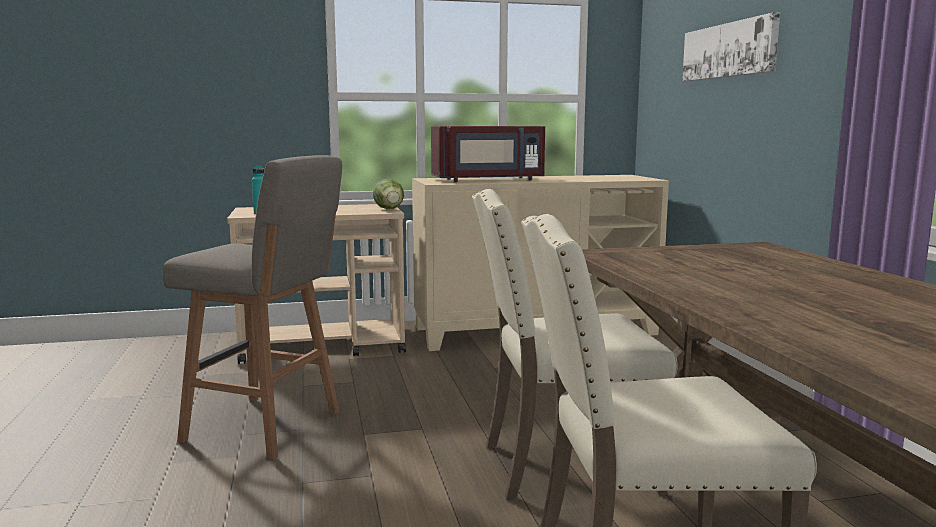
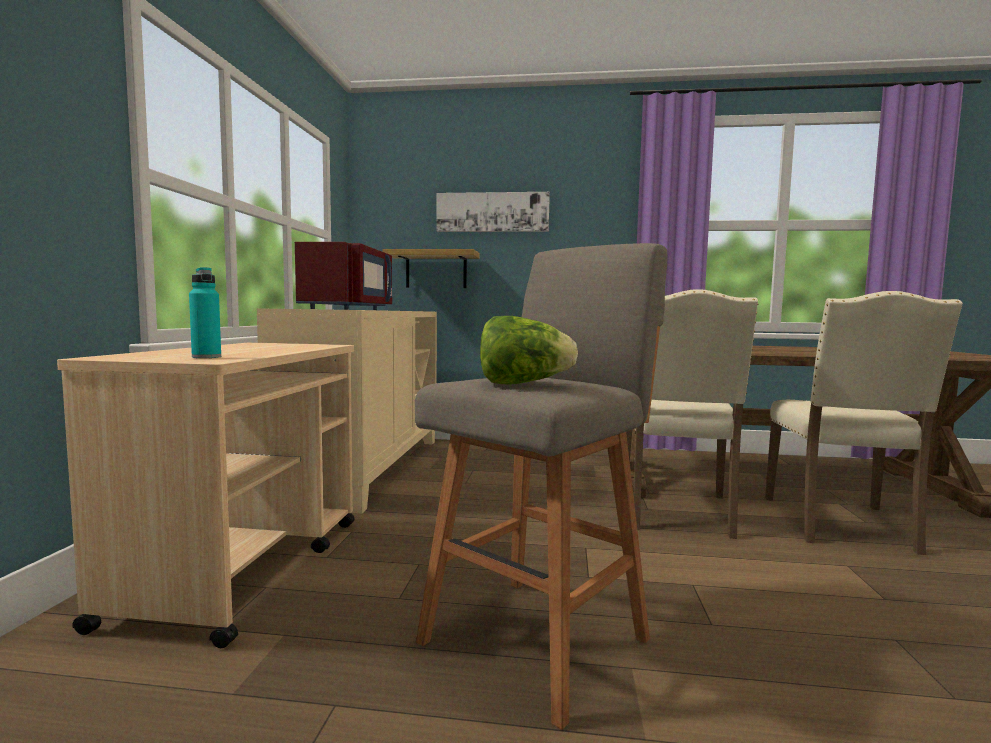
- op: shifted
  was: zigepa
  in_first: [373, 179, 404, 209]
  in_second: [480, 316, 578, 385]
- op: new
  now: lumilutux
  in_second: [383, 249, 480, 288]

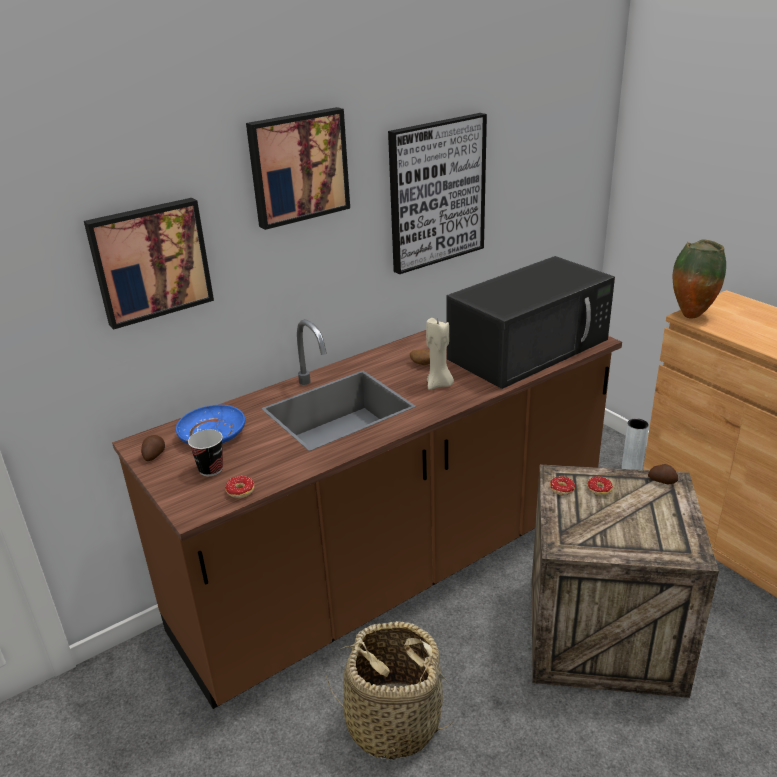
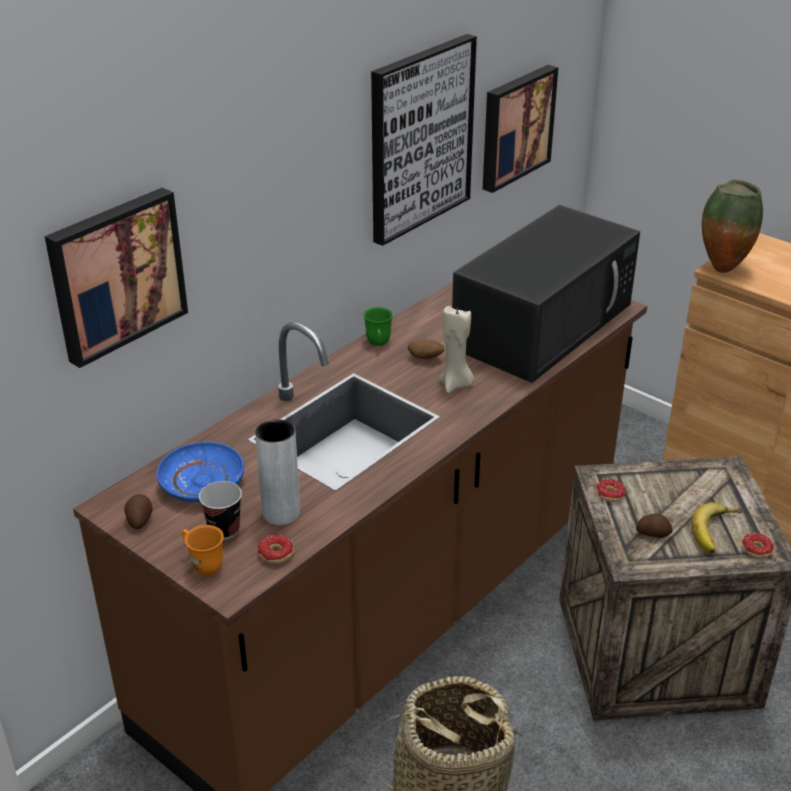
- op: shifted
  was: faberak
  in_first: [246, 107, 350, 230]
  in_second: [483, 65, 558, 193]
- op: shifted
  was: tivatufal
  in_first: [588, 476, 613, 496]
  in_second: [742, 533, 774, 558]
- op: shifted
  was: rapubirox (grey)
  in_first: [622, 418, 649, 470]
  in_second: [255, 419, 300, 525]
- op: shifted
  was: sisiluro
  in_first: [648, 464, 678, 484]
  in_second: [636, 513, 672, 538]
- op: new
  now: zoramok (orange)
  in_second: [182, 525, 224, 576]
- op: new
  now: zoramok (green)
  in_second: [363, 307, 393, 346]
- op: new
  now: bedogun
  in_second: [691, 502, 742, 553]

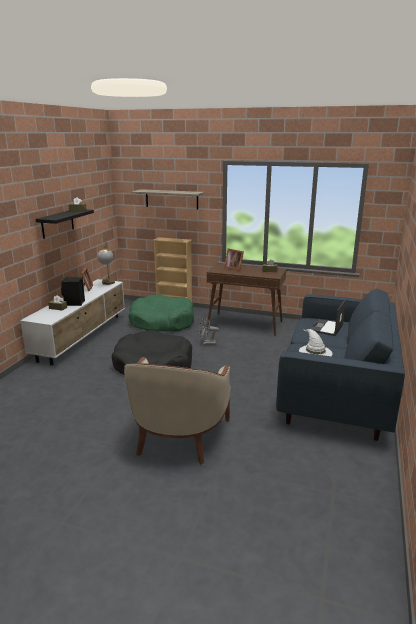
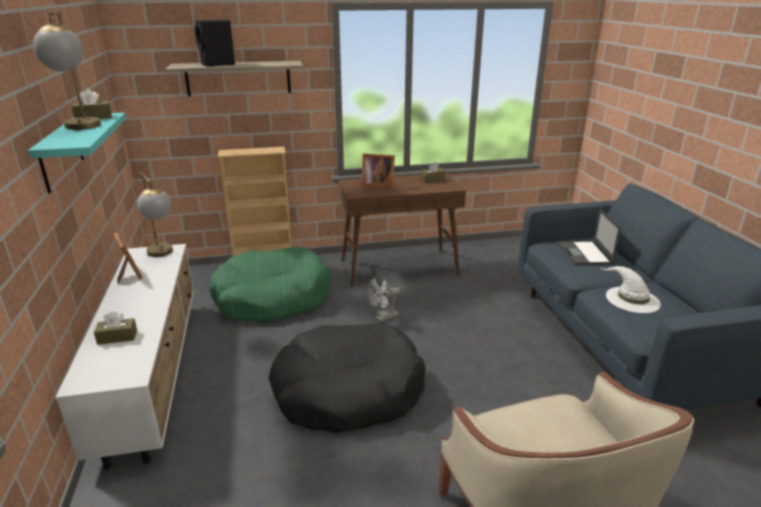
- op: repainted
  was: lumilutux (black)
  now: lumilutux (turquoise)
  in_first: [35, 209, 94, 239]
  in_second: [28, 113, 126, 194]
- op: shifted
  was: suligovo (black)
  in_first: [61, 277, 85, 306]
  in_second: [195, 19, 235, 67]
- op: new
  now: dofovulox
  in_second: [33, 10, 101, 130]

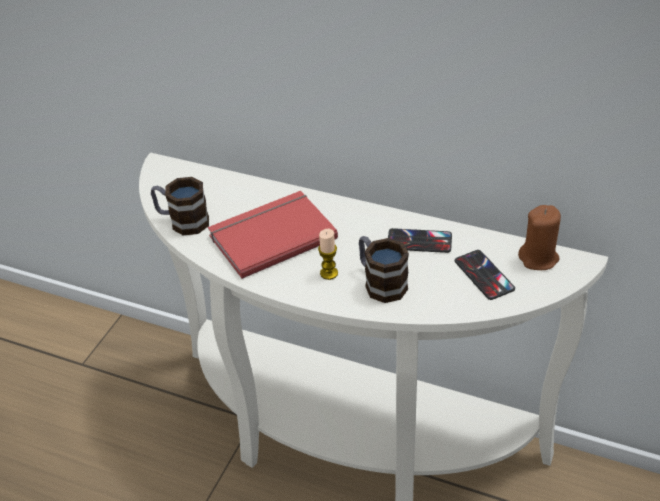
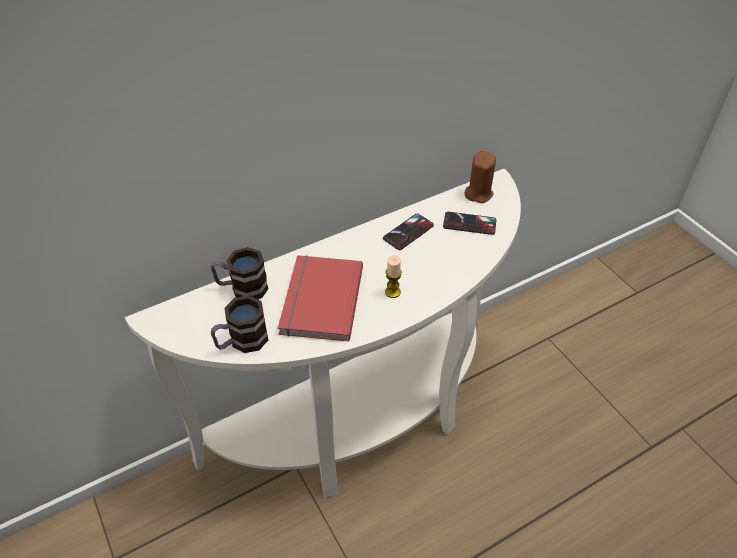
- op: shifted
  was: zoramok
  in_first: [359, 236, 409, 303]
  in_second: [211, 247, 269, 299]

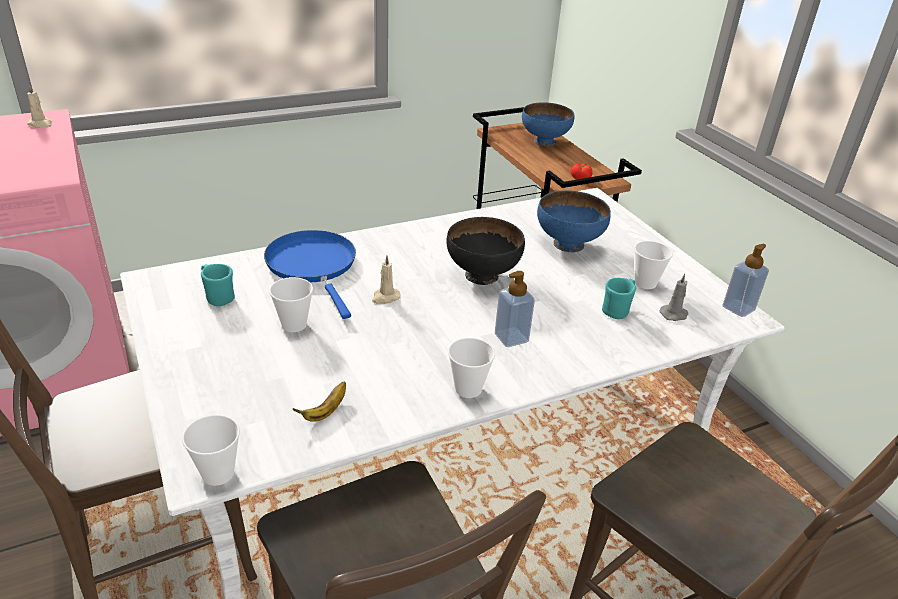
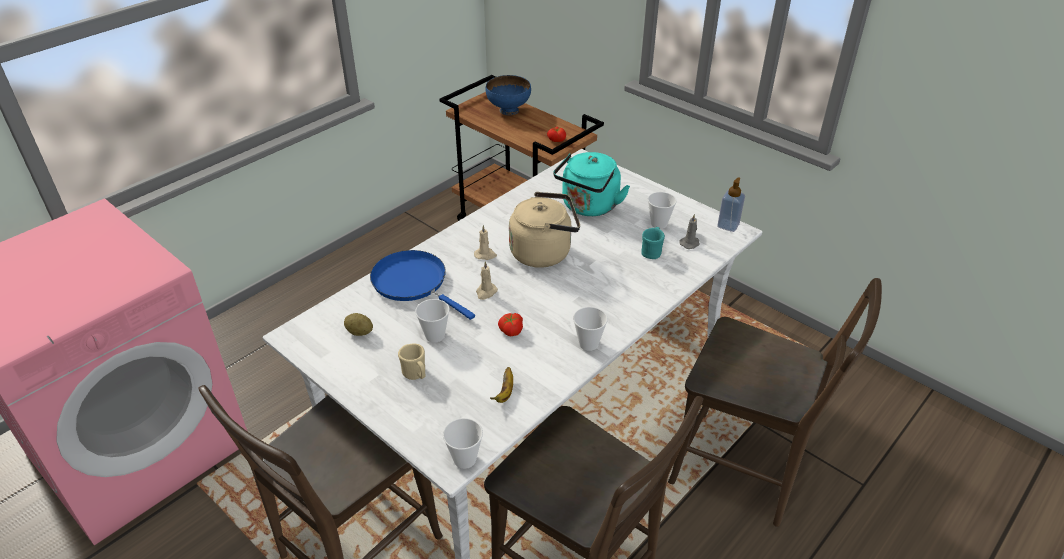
- op: shifted
  was: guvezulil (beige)
  in_first: [27, 84, 52, 128]
  in_second: [474, 225, 497, 260]
- op: swapped
  was: zoramok (turquoise)
  now: sisiluro
  in_first: [201, 264, 235, 306]
  in_second: [344, 313, 373, 336]
- op: swapped
  was: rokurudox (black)
  now: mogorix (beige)
  in_first: [446, 217, 525, 285]
  in_second: [509, 192, 580, 268]
- op: gone
  was: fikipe
  in_first: [495, 271, 535, 347]
- op: swapped
  was: rokurudox (blue)
  now: mogorix (turquoise)
  in_first: [537, 190, 611, 252]
  in_second: [553, 152, 630, 216]
- op: new
  now: zoramok (beige)
  in_second: [398, 344, 425, 380]
- op: new
  now: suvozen
  in_second: [498, 313, 523, 336]

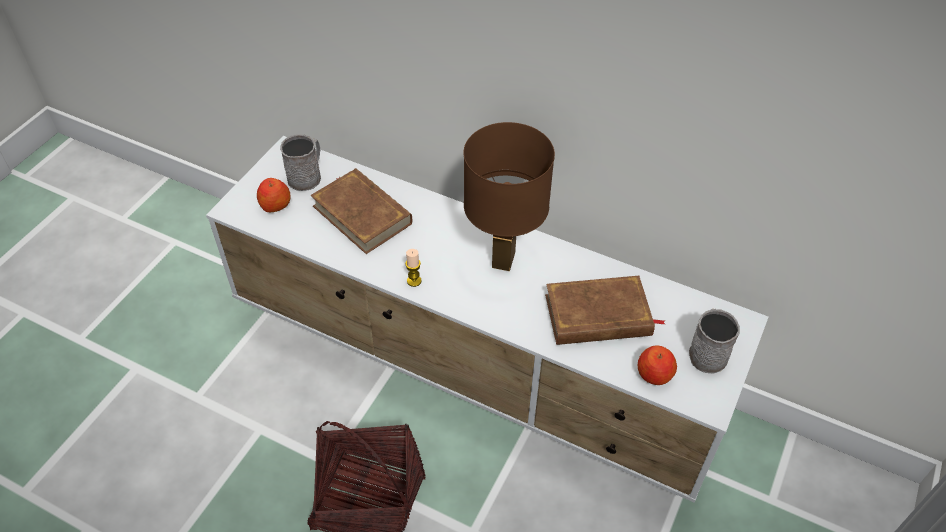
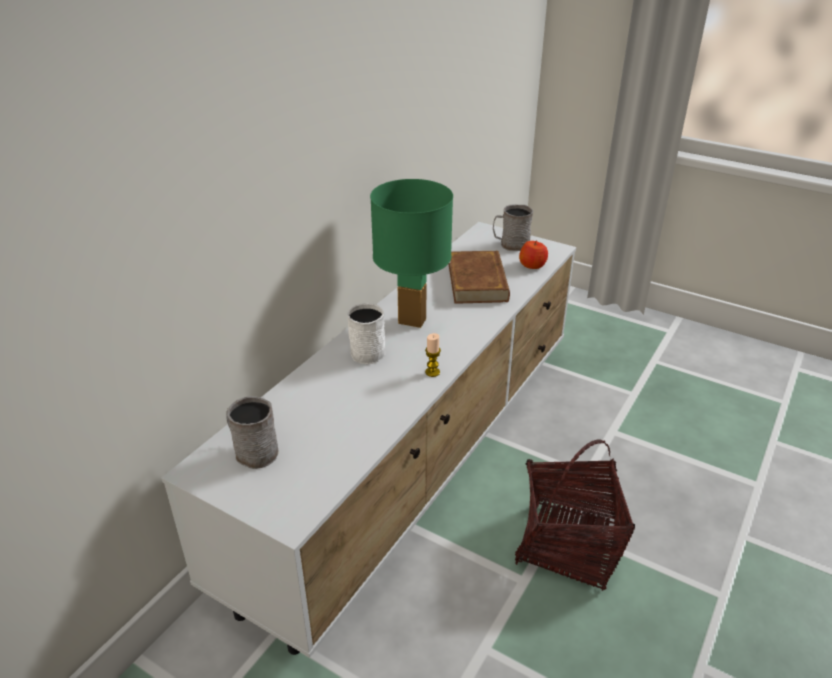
- op: gone
  was: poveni
  in_first: [257, 178, 291, 212]
- op: gone
  was: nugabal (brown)
  in_first: [310, 168, 412, 254]
- op: repainted
  was: dofovulox (brown)
  now: dofovulox (green)
  in_first: [464, 122, 555, 271]
  in_second: [370, 179, 453, 328]
- op: new
  now: zoramok (white)
  in_second: [347, 303, 385, 364]

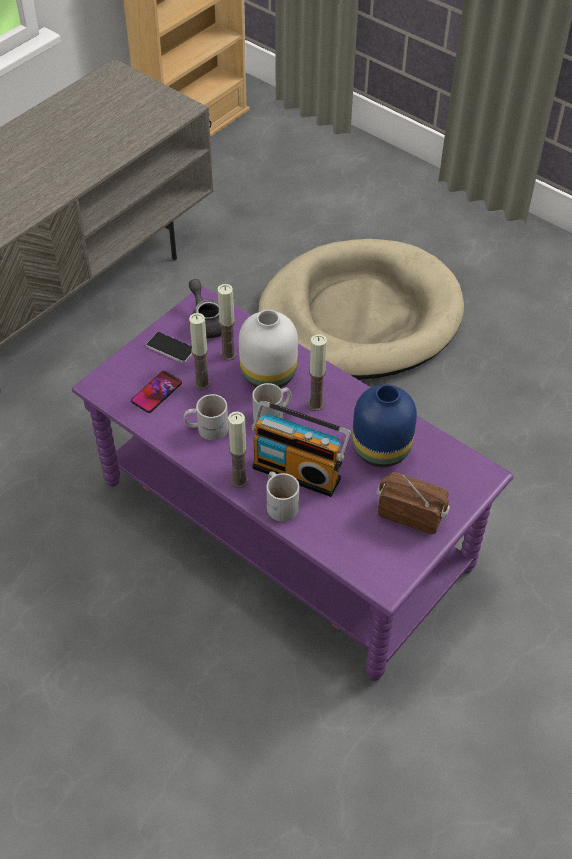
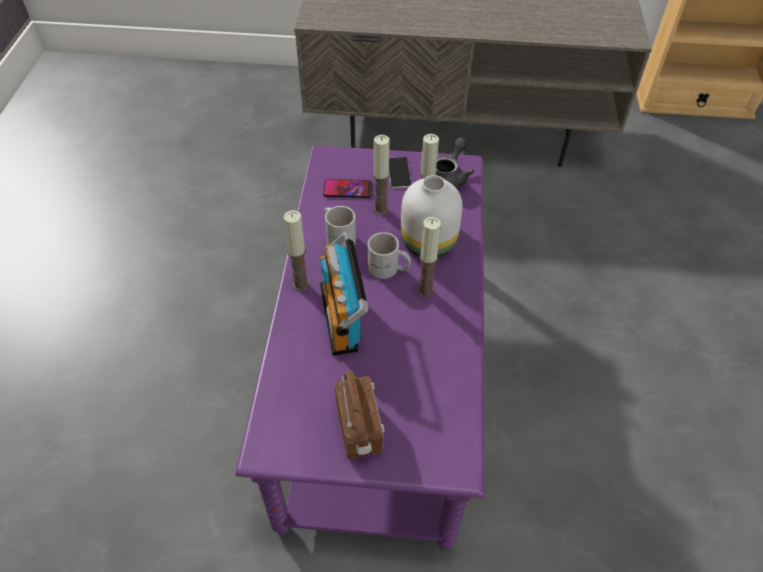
- op: gone
  was: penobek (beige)
  in_first: [258, 239, 464, 380]
- op: gone
  was: zoramok (white)
  in_first: [267, 471, 299, 522]
- op: gone
  was: rapubirox (blue)
  in_first: [352, 385, 417, 467]

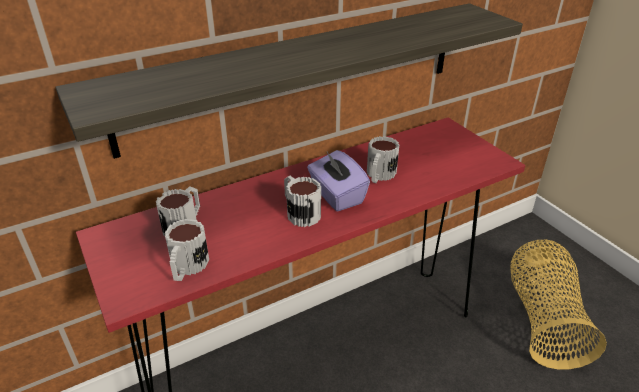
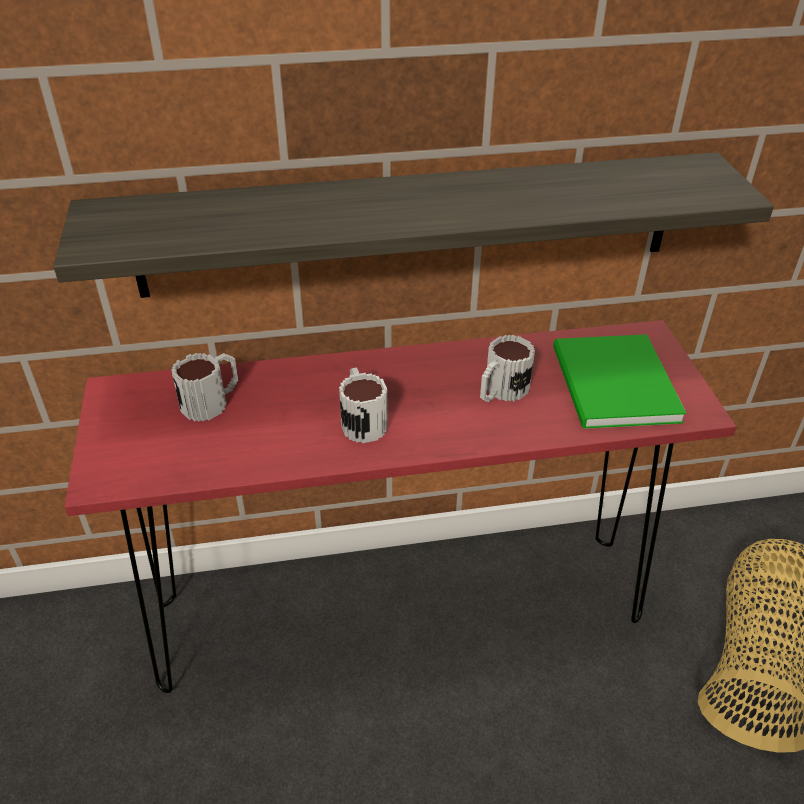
- op: gone
  was: zoramok
  in_first: [165, 219, 209, 281]
- op: gone
  was: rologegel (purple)
  in_first: [307, 150, 370, 212]
- op: new
  now: nugabal (green)
  in_second: [553, 334, 686, 429]

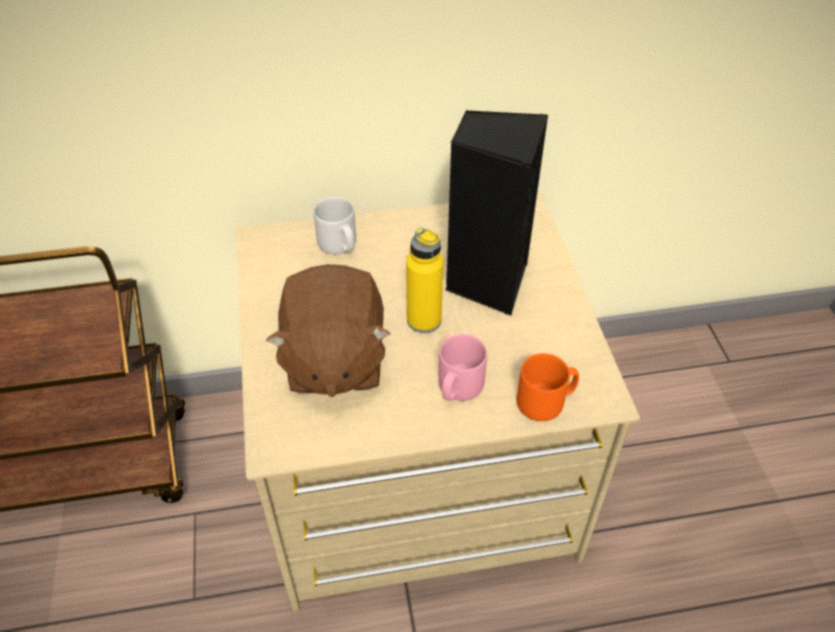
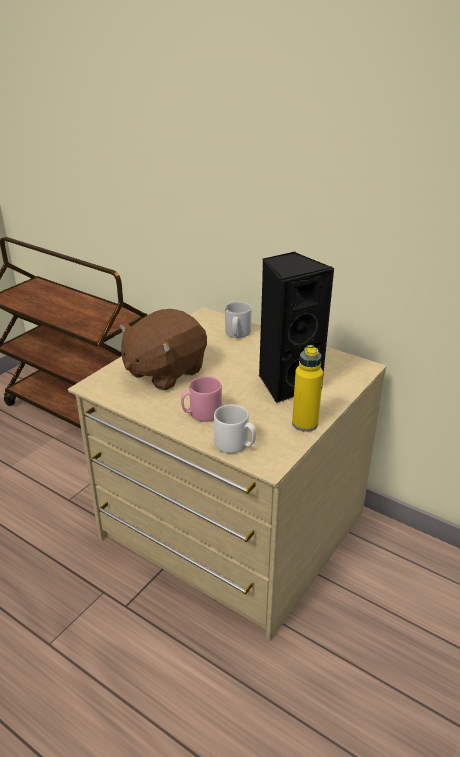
- op: shifted
  was: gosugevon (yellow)
  in_first: [406, 228, 443, 333]
  in_second: [292, 345, 323, 432]
- op: repainted
  was: zoramok (orange)
  now: zoramok (white)
  in_first: [517, 353, 579, 421]
  in_second: [214, 404, 256, 454]

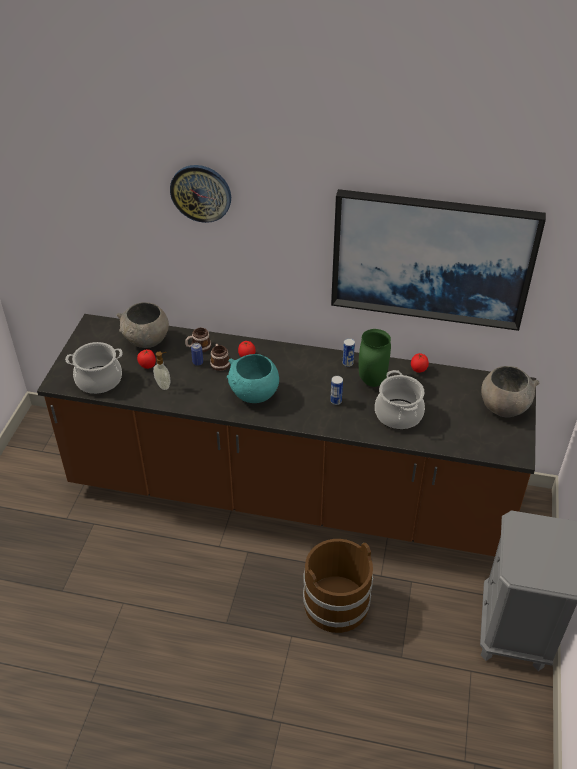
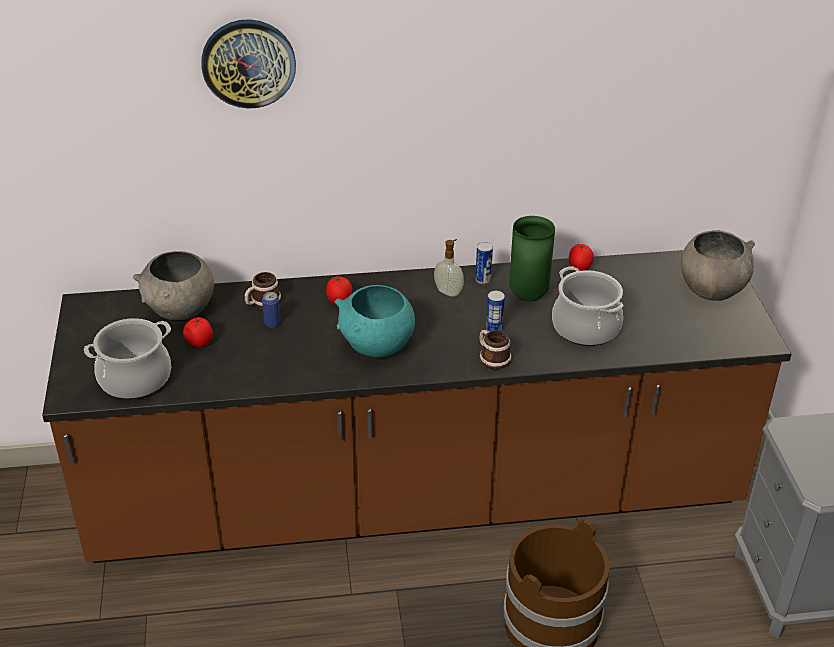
- op: shifted
  was: fikipe
  in_first: [153, 352, 170, 390]
  in_second: [434, 239, 464, 297]
- op: shifted
  was: zoramok
  in_first: [210, 344, 230, 371]
  in_second: [479, 330, 511, 370]
- op: gone
  was: faberak
  in_first: [331, 189, 546, 331]

